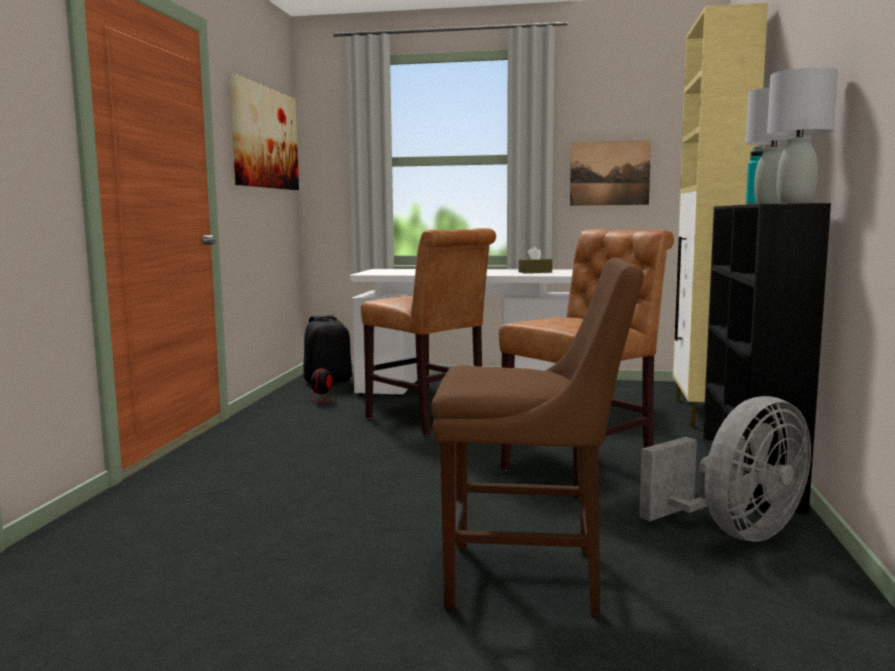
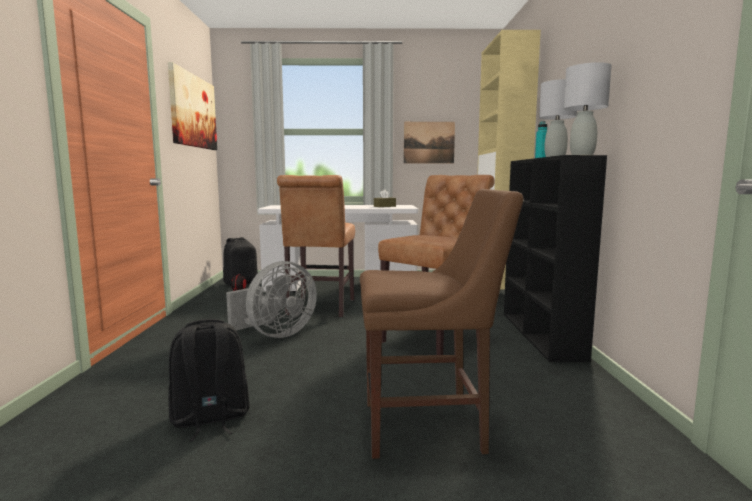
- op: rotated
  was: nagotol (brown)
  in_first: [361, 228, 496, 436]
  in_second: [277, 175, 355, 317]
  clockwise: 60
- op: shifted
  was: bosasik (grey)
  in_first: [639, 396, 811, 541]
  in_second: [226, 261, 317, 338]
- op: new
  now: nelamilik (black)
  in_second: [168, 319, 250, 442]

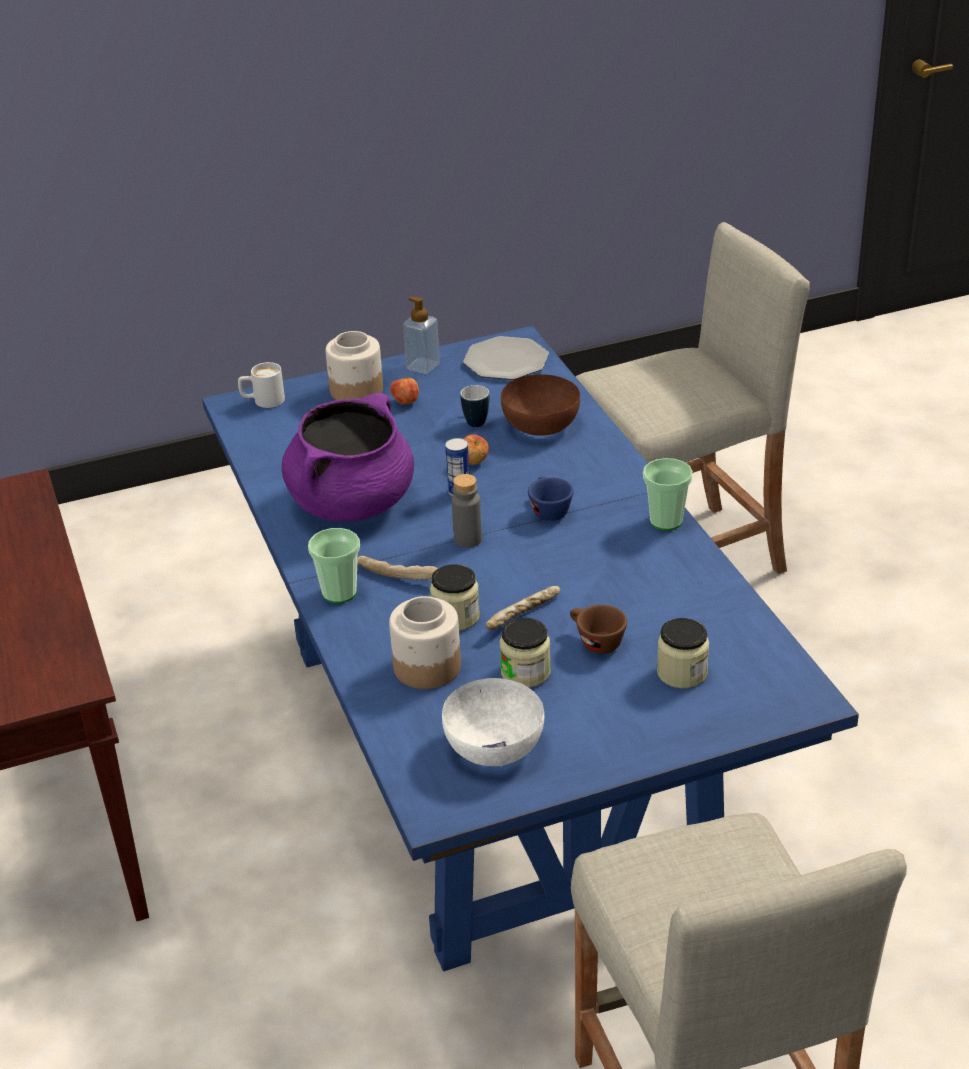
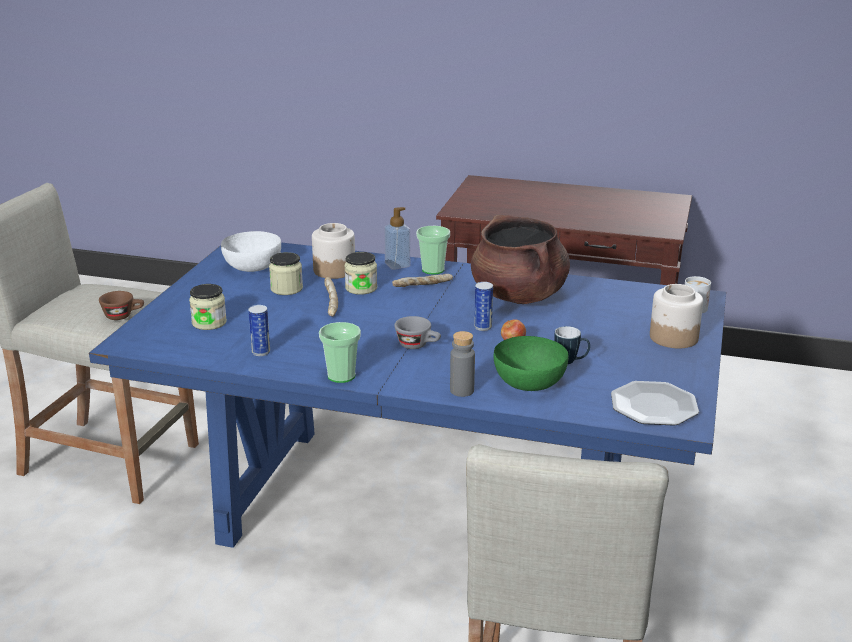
- op: repainted
  was: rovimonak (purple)
  now: rovimonak (brown)
  in_first: [282, 393, 414, 522]
  in_second: [471, 215, 570, 304]
- op: gone
  was: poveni
  in_first: [390, 375, 419, 405]
- op: shifted
  was: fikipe
  in_first: [403, 296, 440, 374]
  in_second: [384, 207, 410, 270]
- op: shifted
  was: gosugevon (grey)
  in_first: [452, 474, 482, 548]
  in_second: [450, 331, 475, 397]
- op: repainted
  was: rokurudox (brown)
  now: rokurudox (green)
  in_first: [501, 374, 580, 436]
  in_second: [494, 336, 568, 391]
- op: repainted
  was: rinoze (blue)
  now: rinoze (grey)
  in_first: [528, 476, 574, 521]
  in_second: [394, 316, 441, 349]
- op: shifted
  was: rinoze (brown)
  in_first: [570, 605, 627, 654]
  in_second: [99, 291, 144, 320]
- op: new
  now: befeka
  in_second: [248, 305, 270, 356]

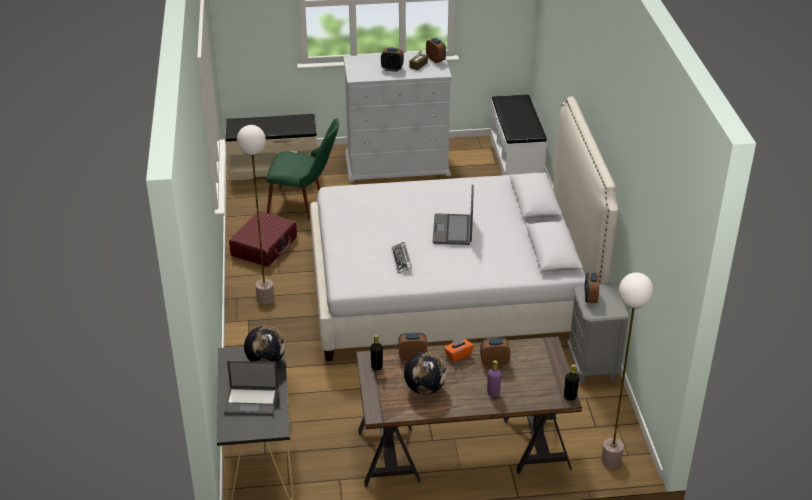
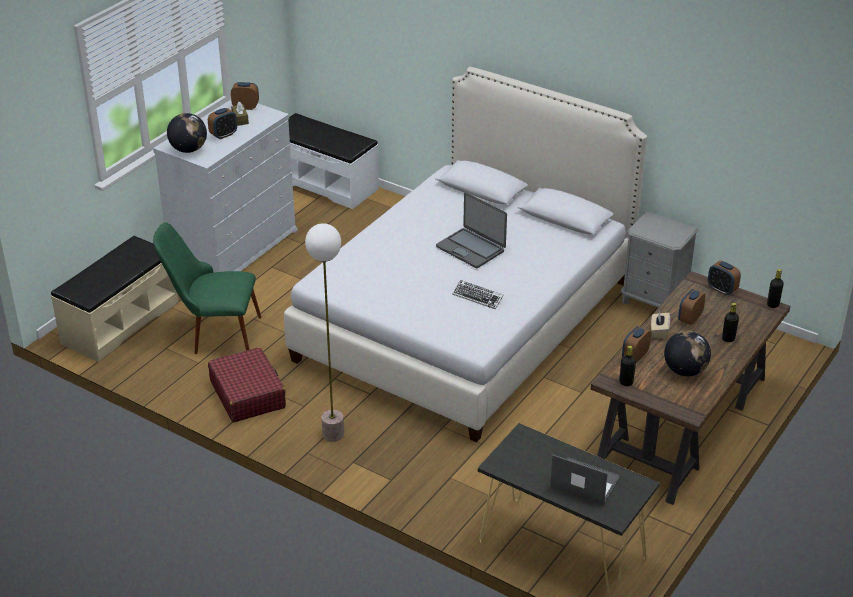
- op: rotated
  was: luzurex
  in_first: [224, 361, 278, 416]
  in_second: [550, 455, 621, 506]
  clockwise: -105
- op: shifted
  was: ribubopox
  in_first: [244, 326, 285, 363]
  in_second: [167, 113, 207, 153]
- op: rotated
  was: nagotol (green)
  in_first: [266, 118, 339, 220]
  in_second: [153, 222, 262, 354]
  clockwise: -135
- op: repainted
  was: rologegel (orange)
  now: rologegel (beige)
  in_first: [444, 337, 474, 362]
  in_second: [651, 311, 670, 339]
- op: repainted
  was: gosugevon (purple)
  now: gosugevon (black)
  in_first: [487, 360, 501, 397]
  in_second: [722, 303, 739, 342]
- op: shifted
  was: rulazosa
  in_first: [584, 272, 600, 303]
  in_second: [708, 261, 741, 295]
- op: gone
  was: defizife
  in_first: [601, 272, 654, 468]

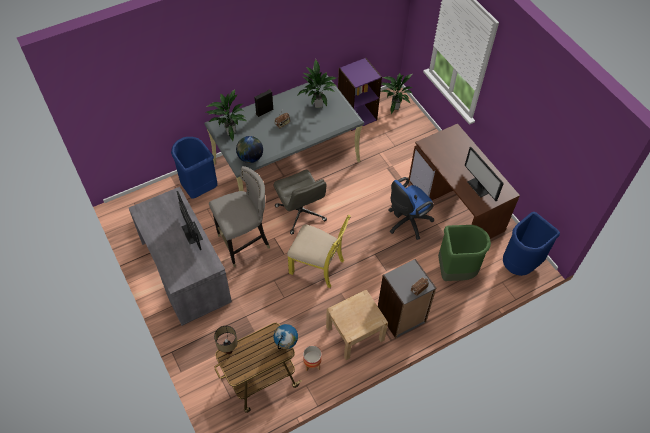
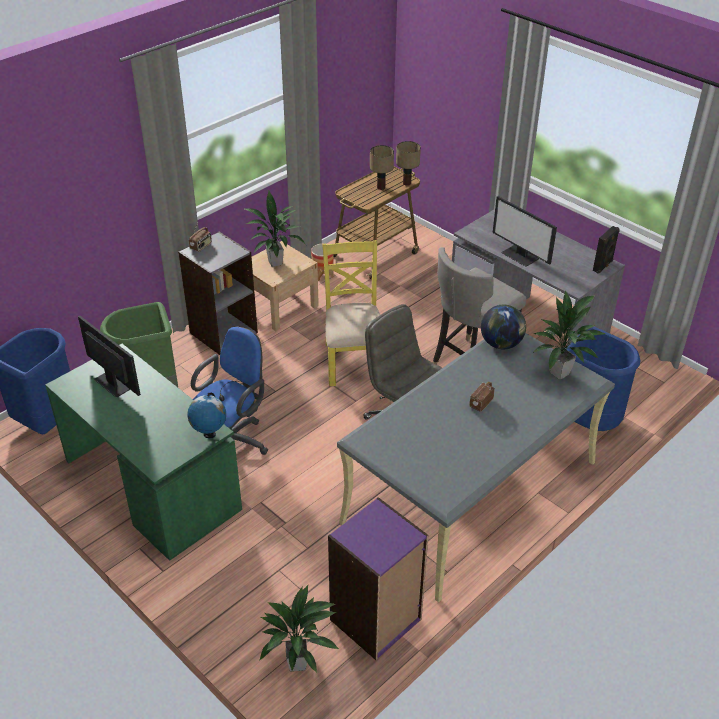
- op: shifted
  was: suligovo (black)
  in_first: [254, 89, 273, 117]
  in_second: [593, 226, 620, 274]
- op: shifted
  was: ribubopox
  in_first: [274, 324, 298, 349]
  in_second: [187, 393, 226, 438]
- op: rotated
  was: nagotol (yellow)
  in_first: [287, 215, 351, 288]
  in_second: [322, 240, 380, 386]
  clockwise: 75
- op: shifted
  was: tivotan
  in_first: [296, 59, 336, 108]
  in_second: [243, 191, 306, 267]
- op: repainted
  was: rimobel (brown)
  now: rimobel (green)
  in_first: [409, 124, 520, 239]
  in_second: [45, 344, 242, 561]
- op: new
  now: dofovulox
  in_second: [370, 145, 394, 190]

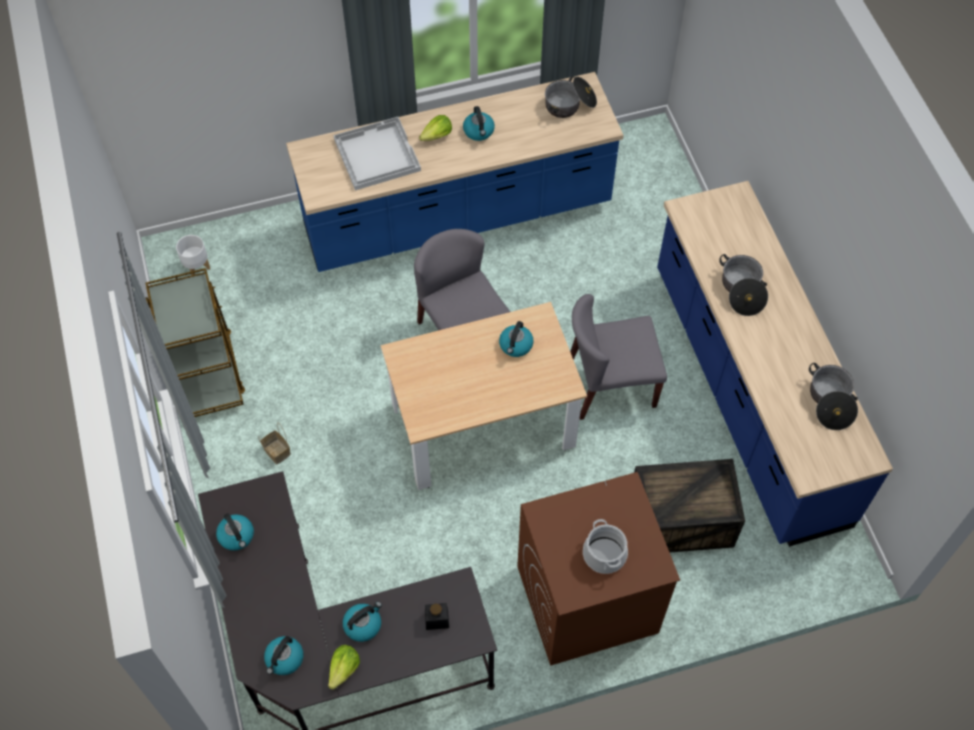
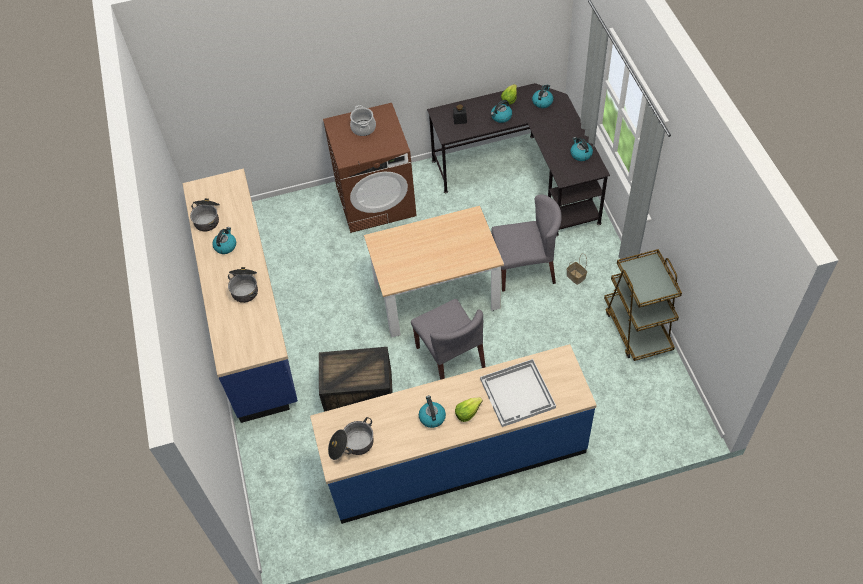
- op: gone
  was: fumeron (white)
  in_first: [176, 235, 210, 275]
- op: shifted
  was: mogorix
  in_first: [499, 321, 533, 357]
  in_second: [212, 227, 236, 254]
- op: shifted
  was: nagotol (grey)
  in_first: [570, 294, 667, 420]
  in_second: [491, 194, 562, 292]
- op: shifted
  was: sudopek
  in_first: [634, 459, 745, 552]
  in_second: [319, 347, 393, 412]

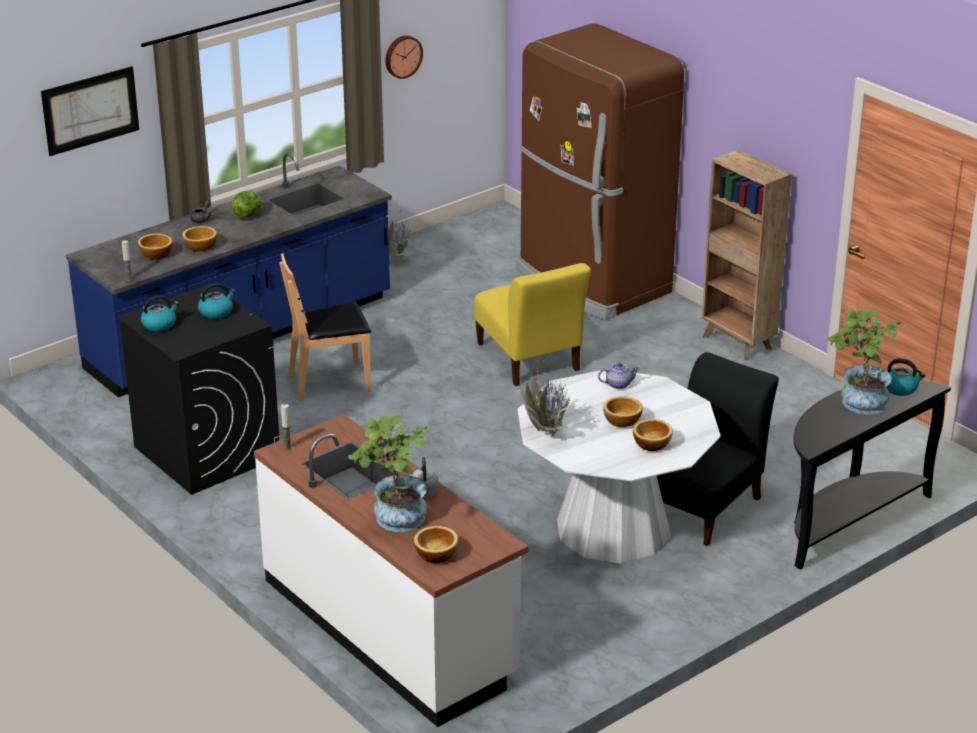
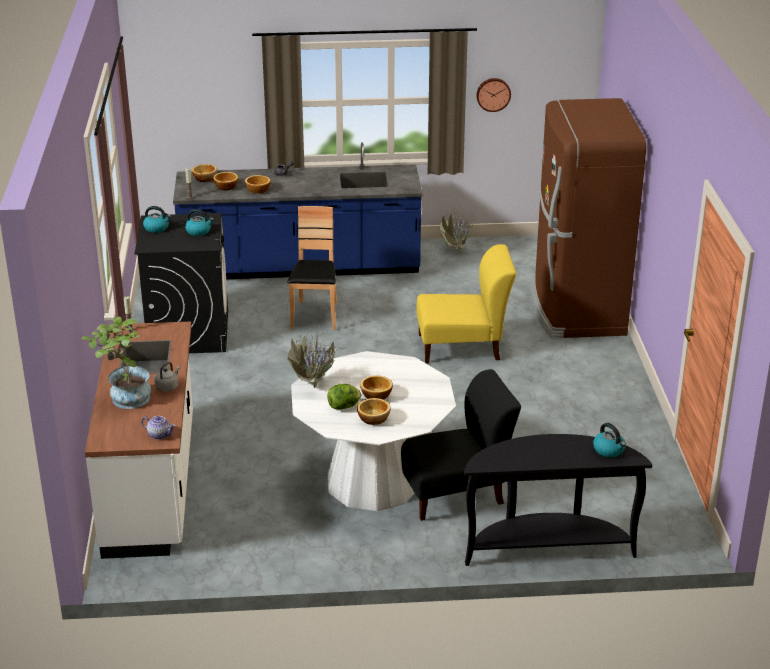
- op: gone
  was: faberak
  in_first: [41, 66, 139, 156]
- op: shifted
  was: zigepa
  in_first: [231, 191, 262, 219]
  in_second: [327, 384, 361, 410]
- op: rotated
  was: nagotol (brown)
  in_first: [279, 253, 371, 401]
  in_second: [287, 206, 337, 330]
  clockwise: 75
- op: shifted
  was: rokurudox
  in_first: [414, 526, 458, 563]
  in_second: [192, 164, 217, 182]
- op: rotated
  was: nagotol (yellow)
  in_first: [474, 263, 591, 386]
  in_second: [417, 244, 516, 363]
  clockwise: -105
- op: shifted
  was: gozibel
  in_first: [598, 363, 640, 389]
  in_second: [141, 416, 175, 440]
- op: gone
  was: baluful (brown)
  in_first: [702, 150, 792, 361]
- op: gone
  was: tivotan
  in_first: [826, 309, 907, 415]

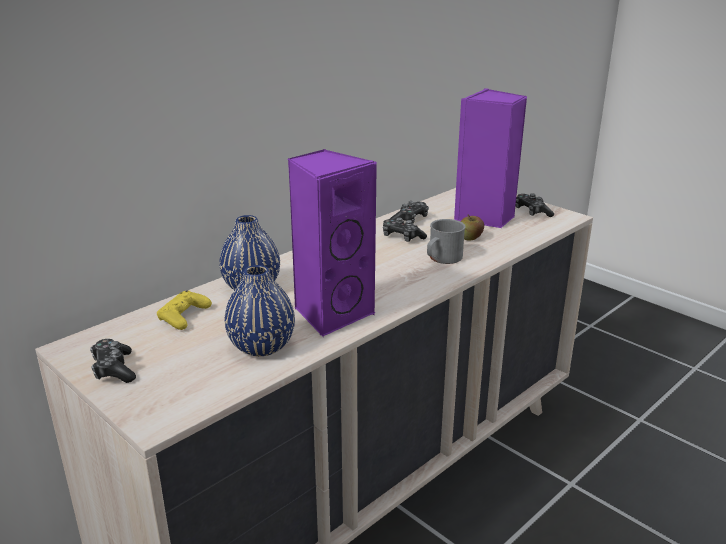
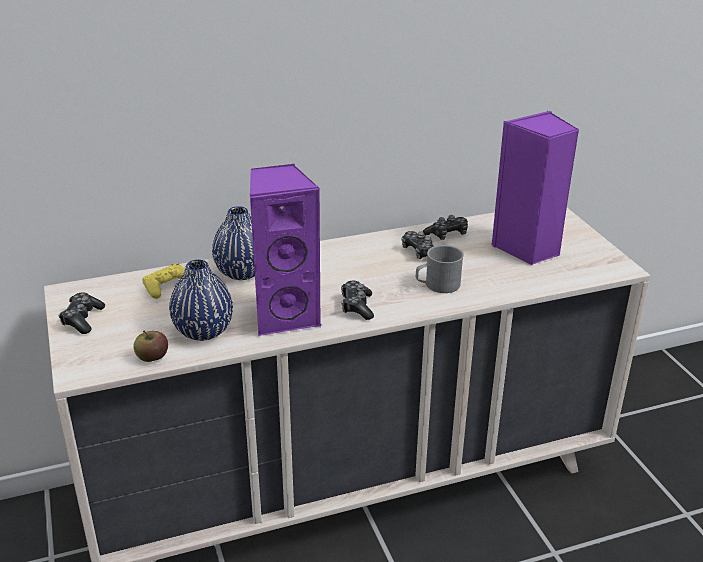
- op: shifted
  was: poveni
  in_first: [460, 215, 484, 241]
  in_second: [133, 331, 168, 362]
- op: shifted
  was: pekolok
  in_first: [516, 193, 554, 217]
  in_second: [341, 281, 374, 320]

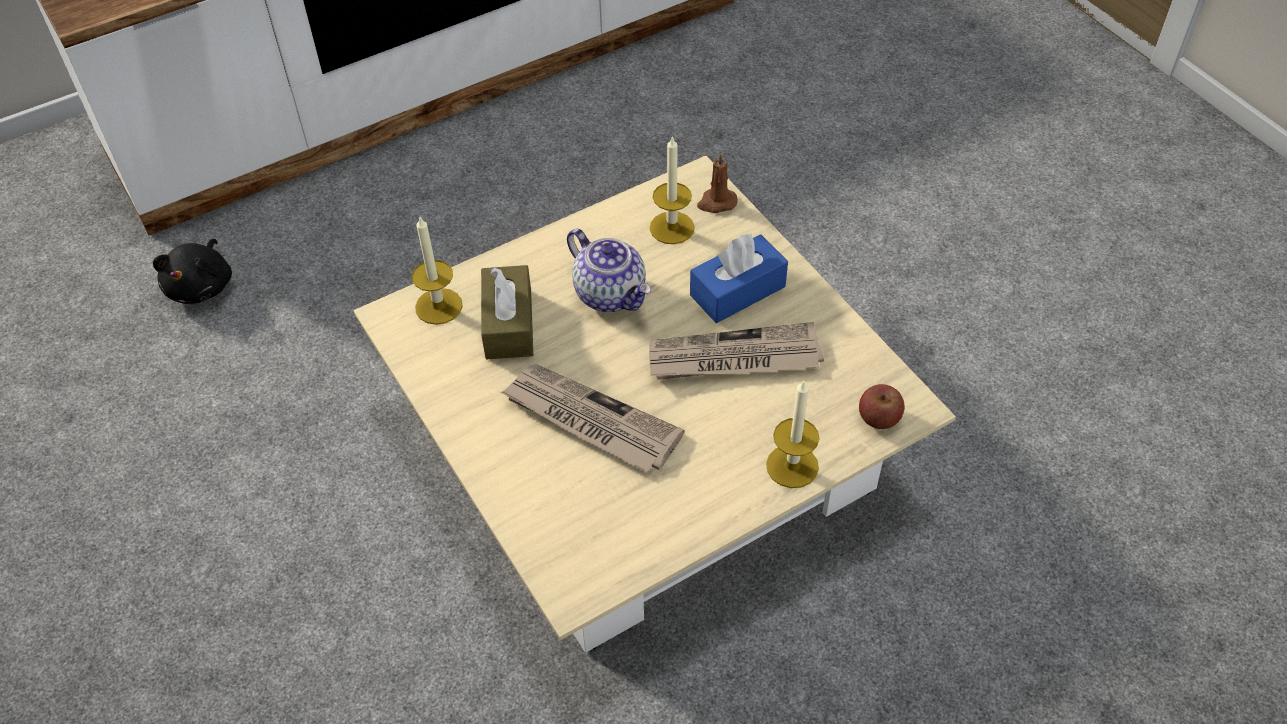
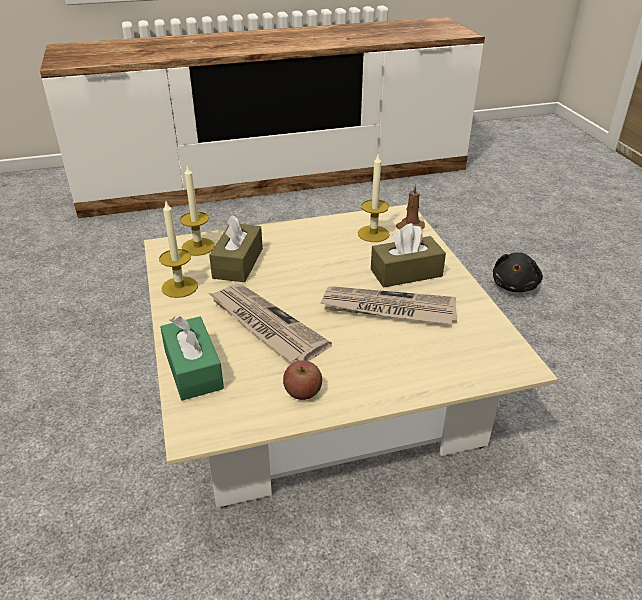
- op: shifted
  was: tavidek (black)
  in_first: [153, 239, 232, 304]
  in_second: [493, 252, 543, 292]
- op: gone
  was: gozibel
  in_first: [567, 228, 651, 312]
- op: repainted
  was: rologegel (blue)
  now: rologegel (brown)
  in_first: [690, 234, 788, 323]
  in_second: [371, 223, 446, 288]
- op: shifted
  was: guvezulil
  in_first: [766, 381, 819, 488]
  in_second: [159, 202, 198, 298]
- op: shifted
  was: poveni
  in_first: [859, 384, 905, 429]
  in_second: [283, 360, 322, 400]
- op: new
  now: rologegel (green)
  in_second: [160, 316, 224, 401]

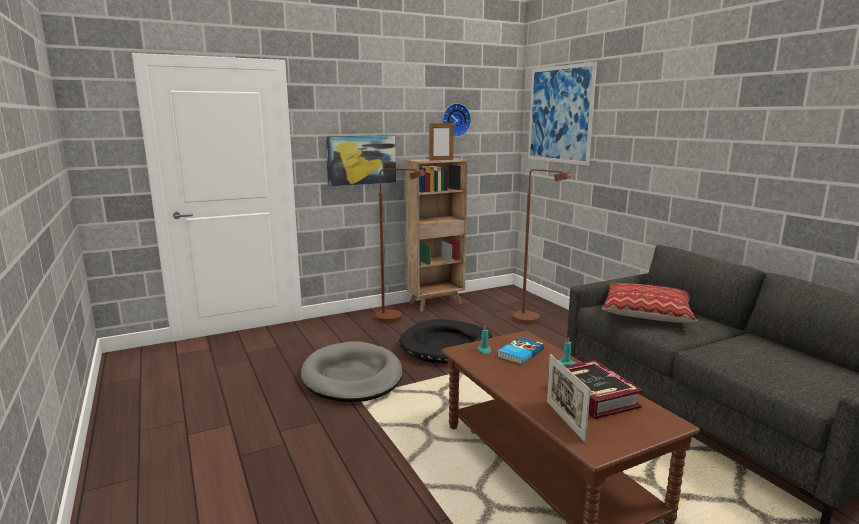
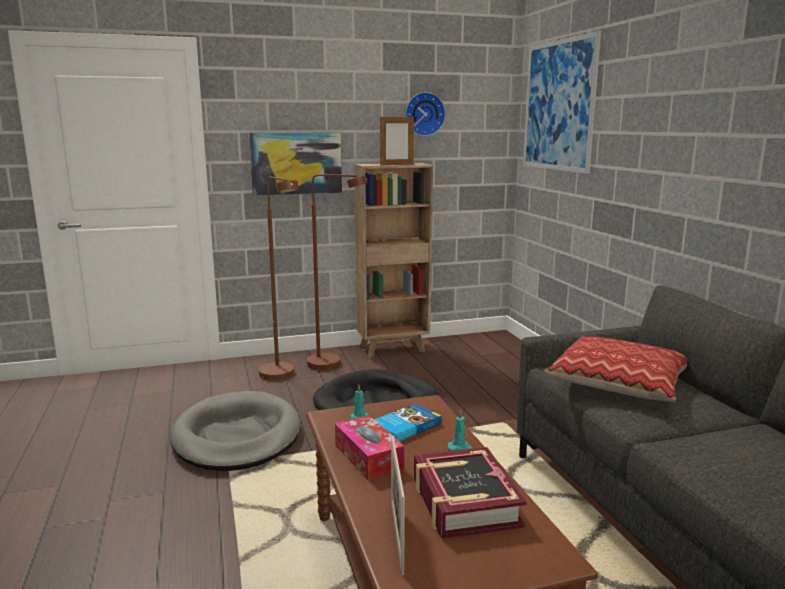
- op: shifted
  was: defizife (brown)
  in_first: [512, 169, 571, 325]
  in_second: [259, 177, 299, 381]
- op: new
  now: rologegel
  in_second: [335, 415, 404, 480]

